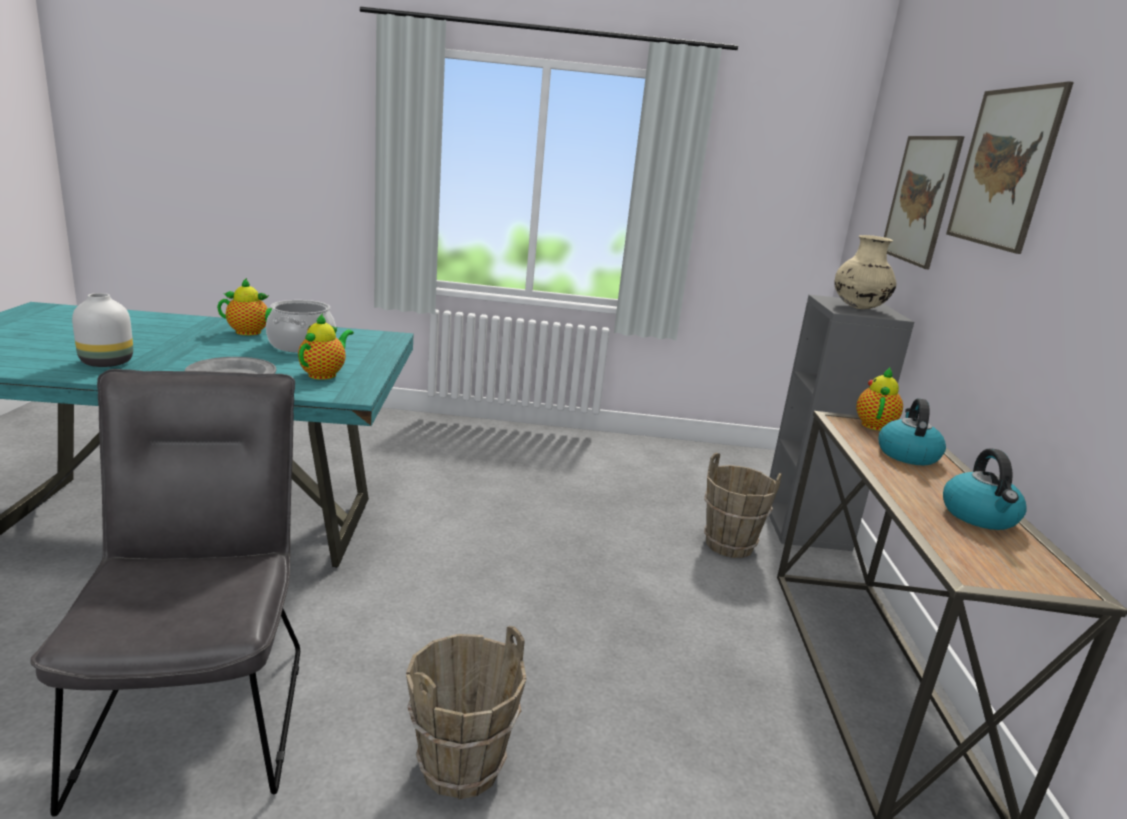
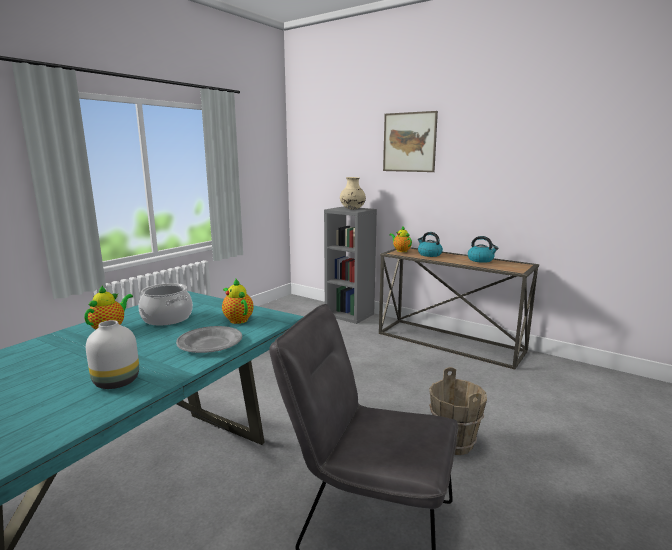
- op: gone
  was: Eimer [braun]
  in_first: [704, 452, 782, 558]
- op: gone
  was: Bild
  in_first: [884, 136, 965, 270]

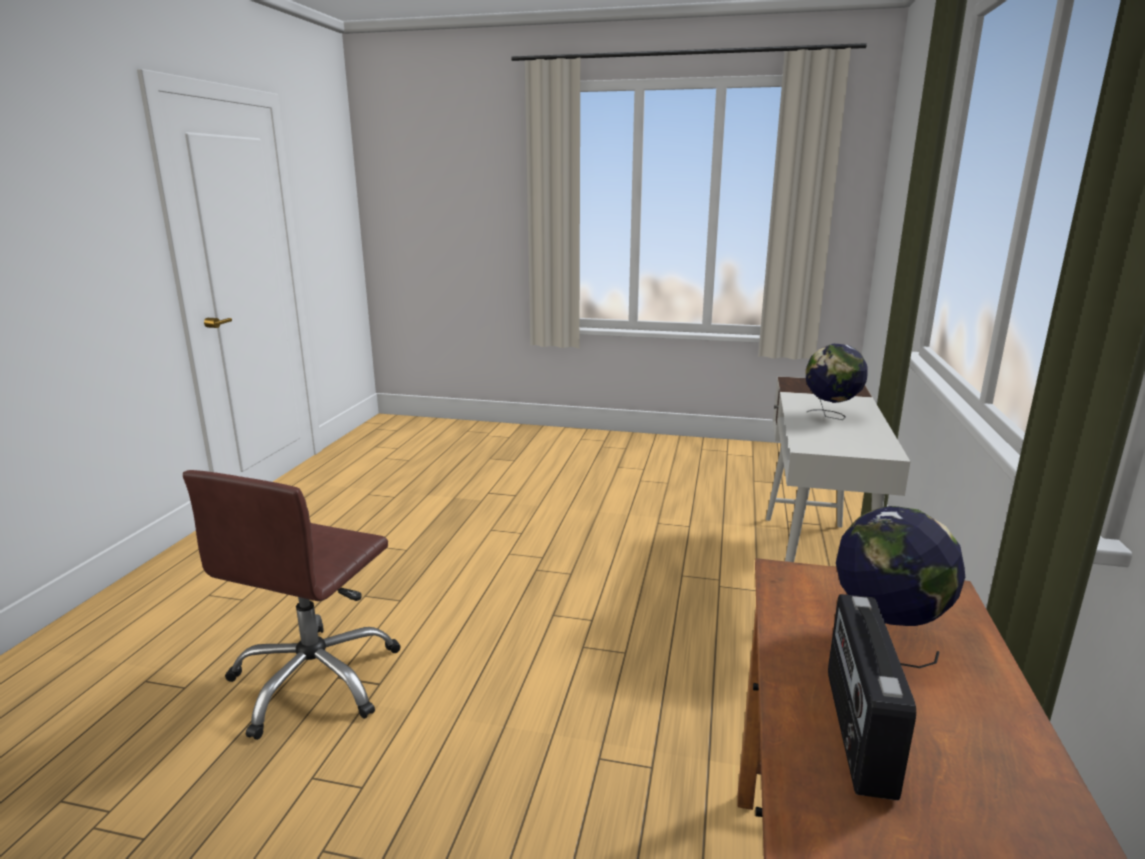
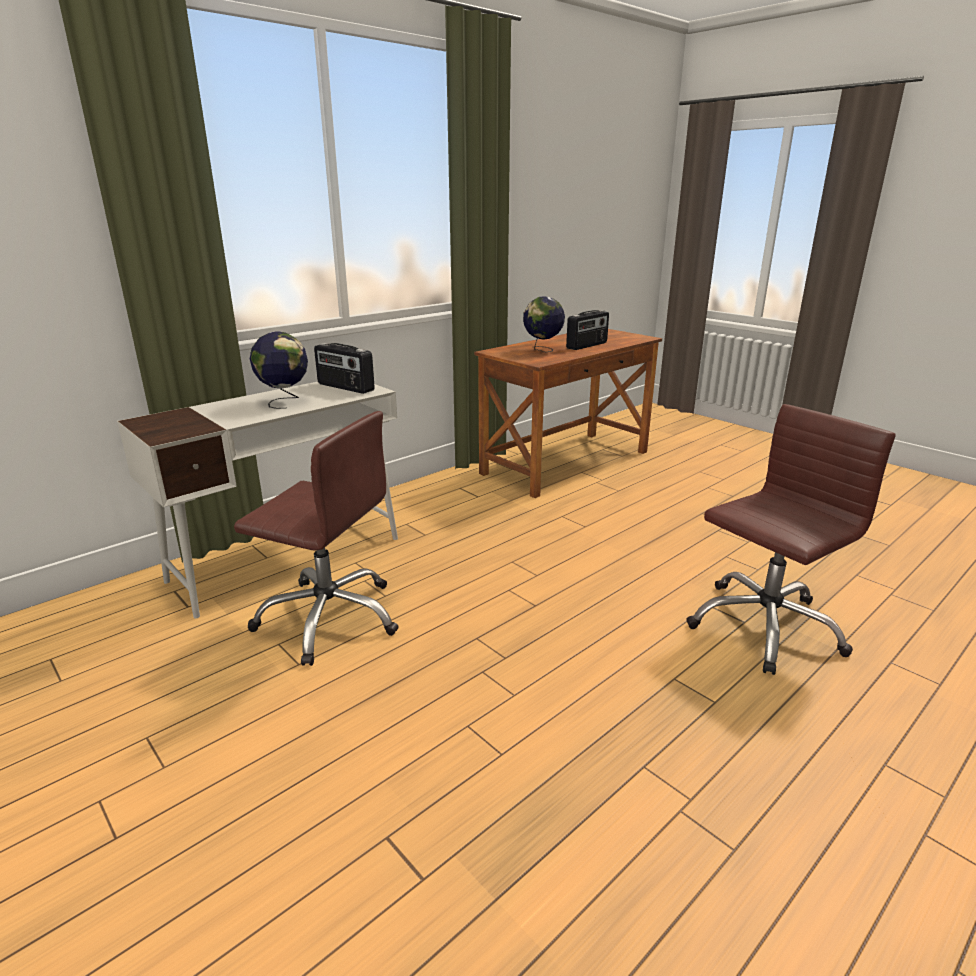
- op: new
  now: Bürostuhl [braun]
  in_second: [234, 411, 399, 666]
- op: new
  now: Radio
  in_second: [314, 343, 375, 394]

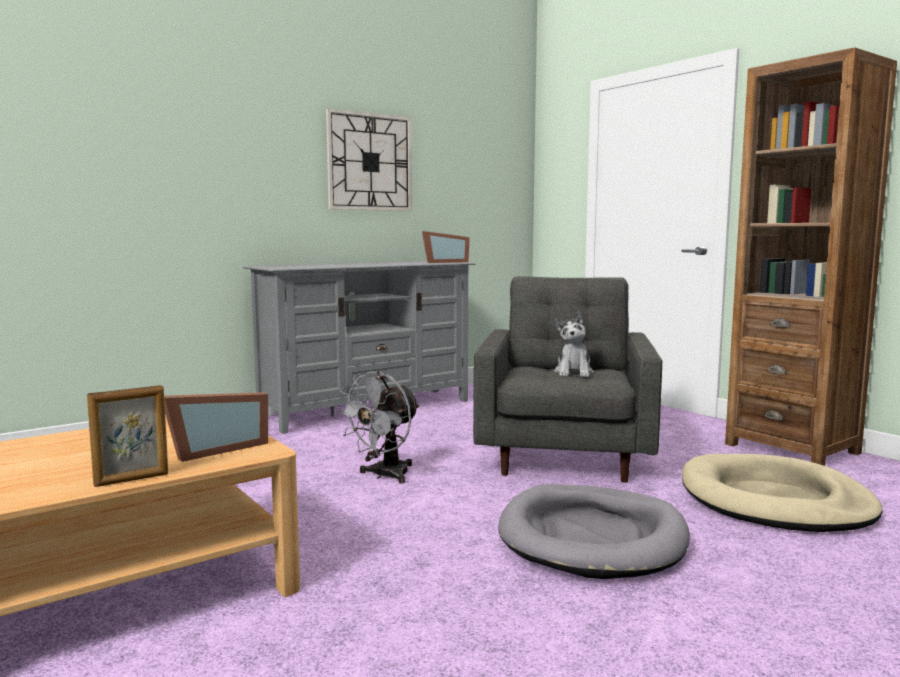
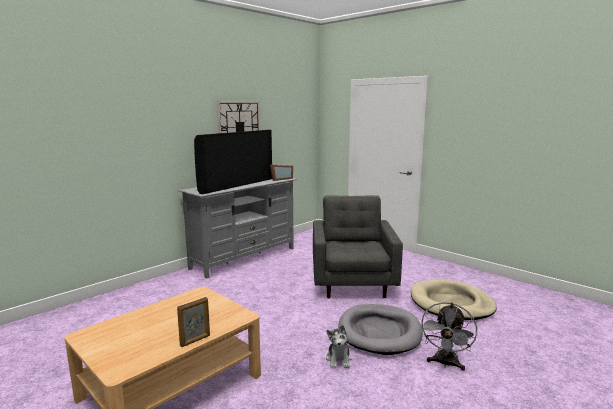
- op: gone
  was: Bilderrahmen
  in_first: [164, 392, 268, 462]
- op: gone
  was: Bücherregal [braun]
  in_first: [725, 47, 897, 466]
- op: new
  now: Fernseher
  in_second: [194, 130, 272, 194]
- op: shifted
  was: Ventilator [grau]
  in_first: [336, 371, 420, 483]
  in_second: [420, 302, 477, 371]
- op: shifted
  was: Plüschtier
  in_first: [554, 312, 594, 377]
  in_second: [326, 325, 352, 368]

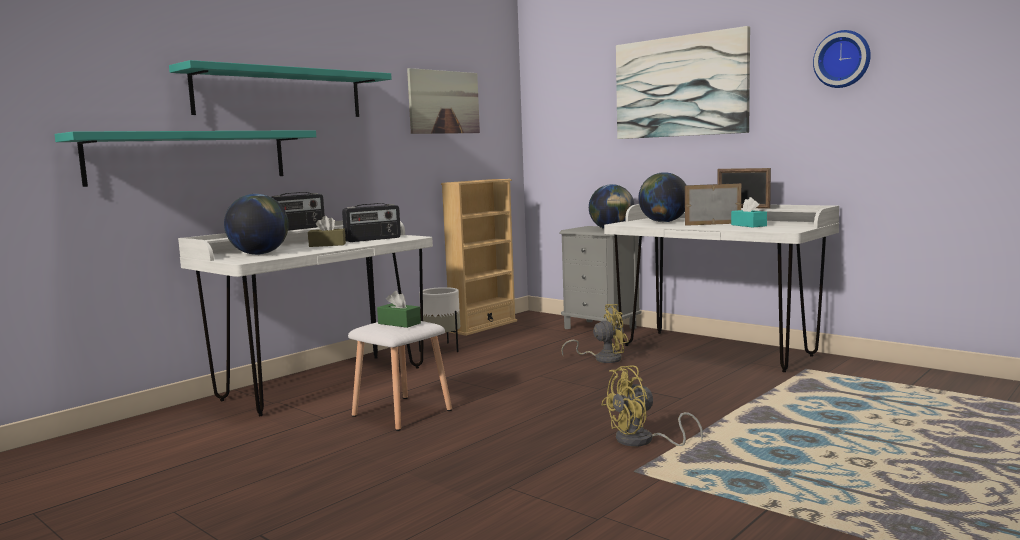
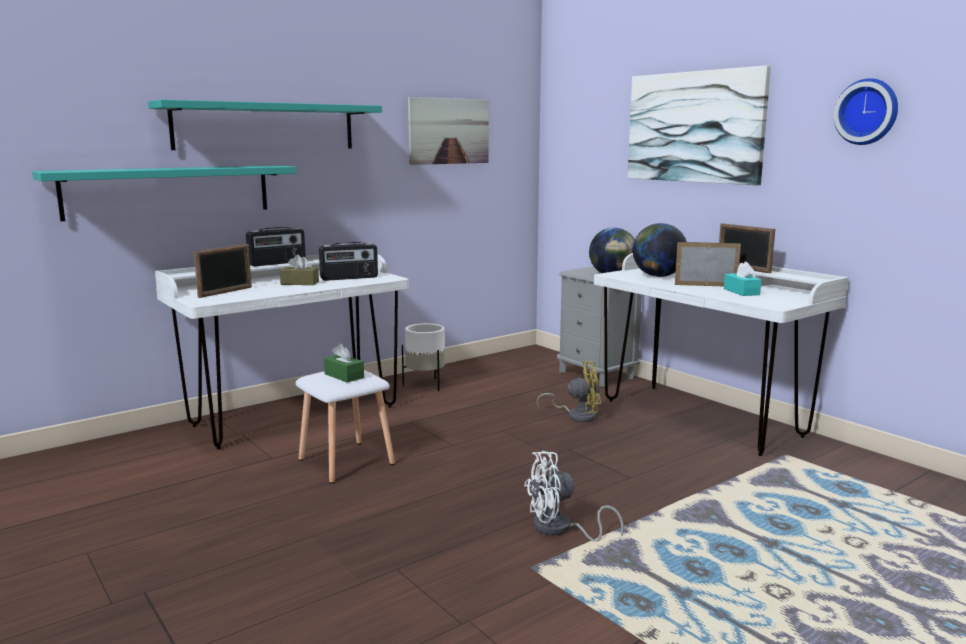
- op: gone
  was: Bücherregal [beige]
  in_first: [441, 179, 517, 336]
- op: swapped
  was: Globus
  now: Bilderrahmen
  in_first: [224, 194, 289, 255]
  in_second: [194, 244, 252, 298]
- op: repainted
  was: Ventilator [gelb]
  now: Ventilator [weiß]
  in_first: [601, 365, 703, 447]
  in_second: [524, 451, 624, 542]

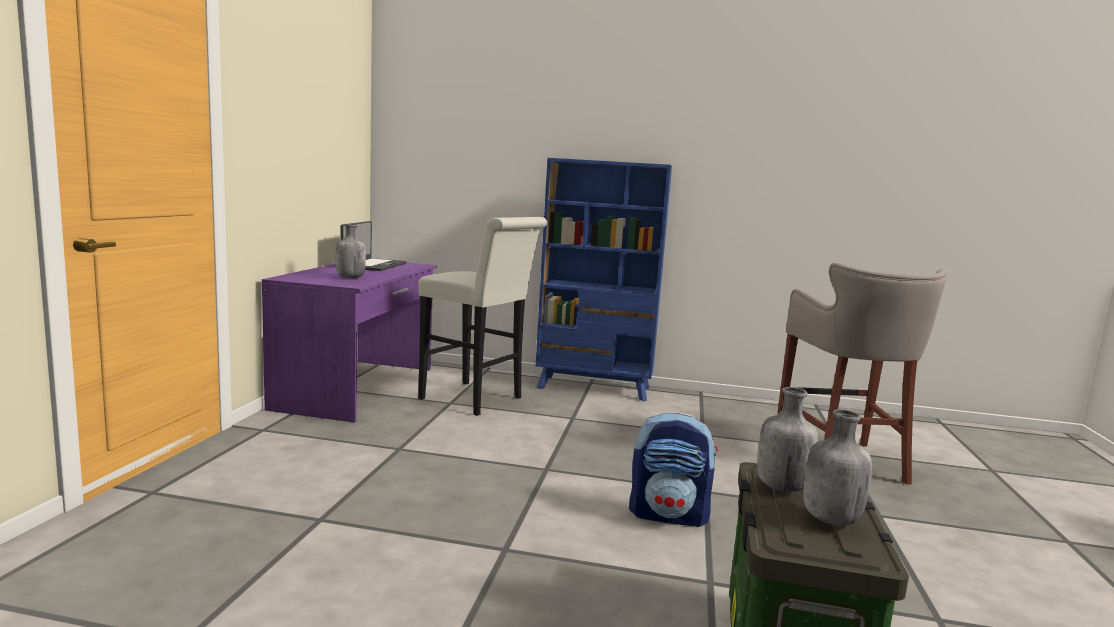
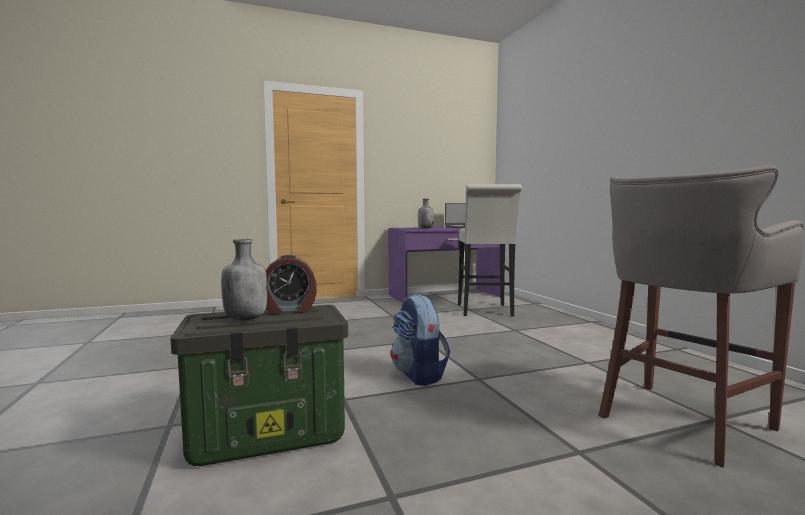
- op: gone
  was: Bücherregal [blau]
  in_first: [536, 158, 672, 401]
- op: swapped
  was: Flasche [grau]
  now: Wecker
  in_first: [757, 387, 818, 492]
  in_second: [266, 255, 317, 313]

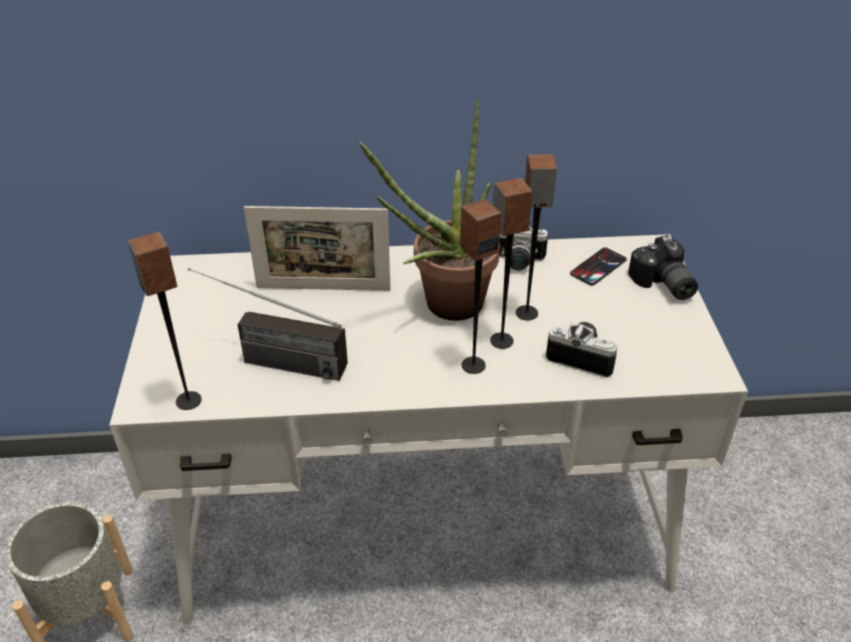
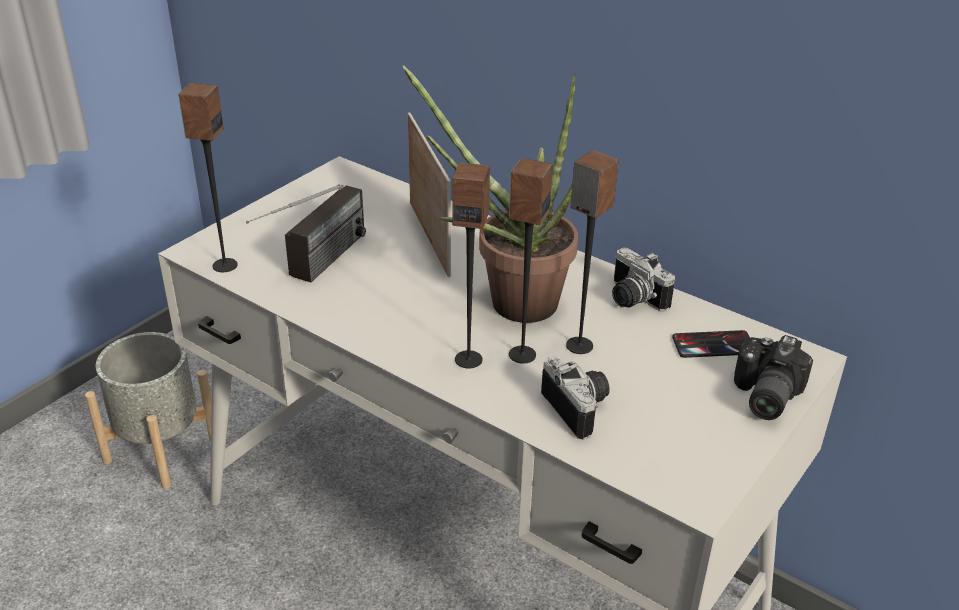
- op: rotated
  was: Radio
  in_first: [188, 268, 348, 381]
  in_second: [246, 184, 366, 282]
  clockwise: -120
- op: rotated
  was: Bilderrahmen
  in_first: [244, 206, 391, 291]
  in_second: [408, 113, 451, 277]
  clockwise: -150

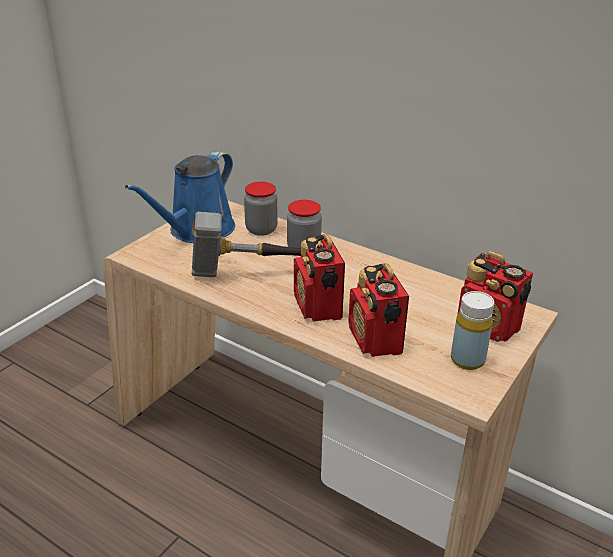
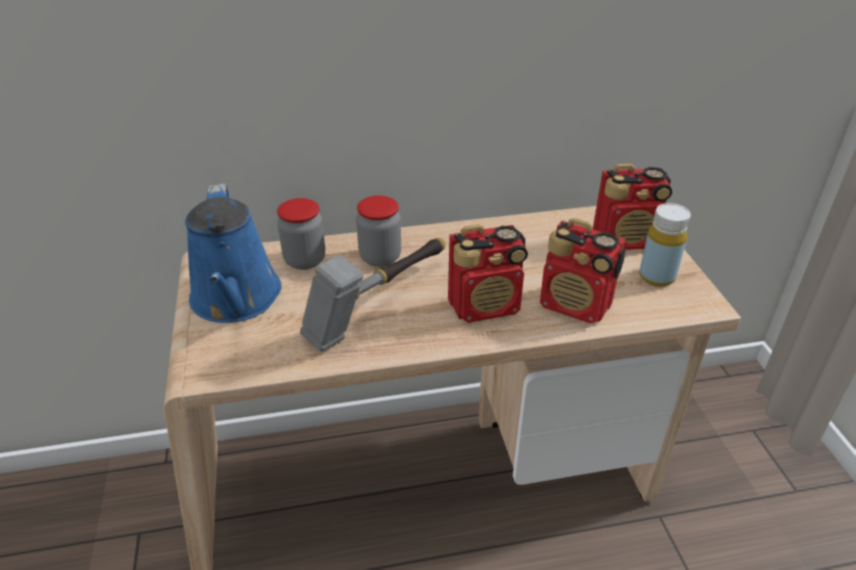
- op: rotated
  was: Radio
  in_first: [294, 234, 345, 321]
  in_second: [448, 224, 528, 323]
  clockwise: -45

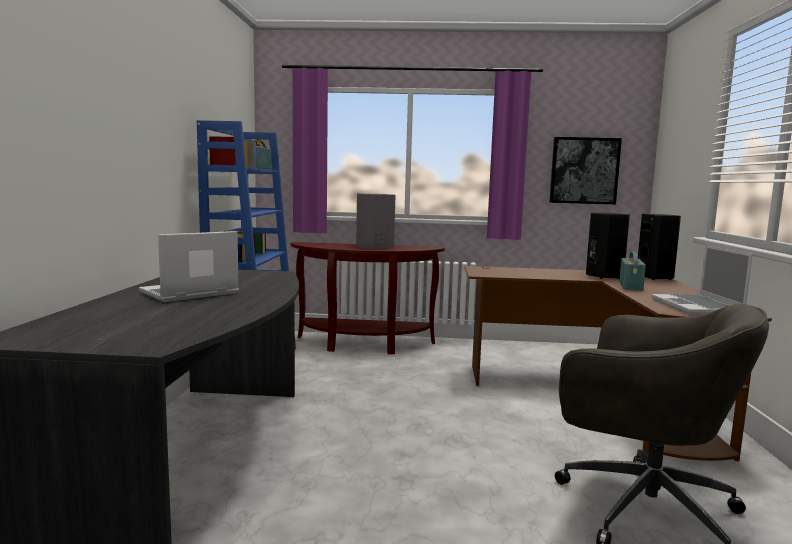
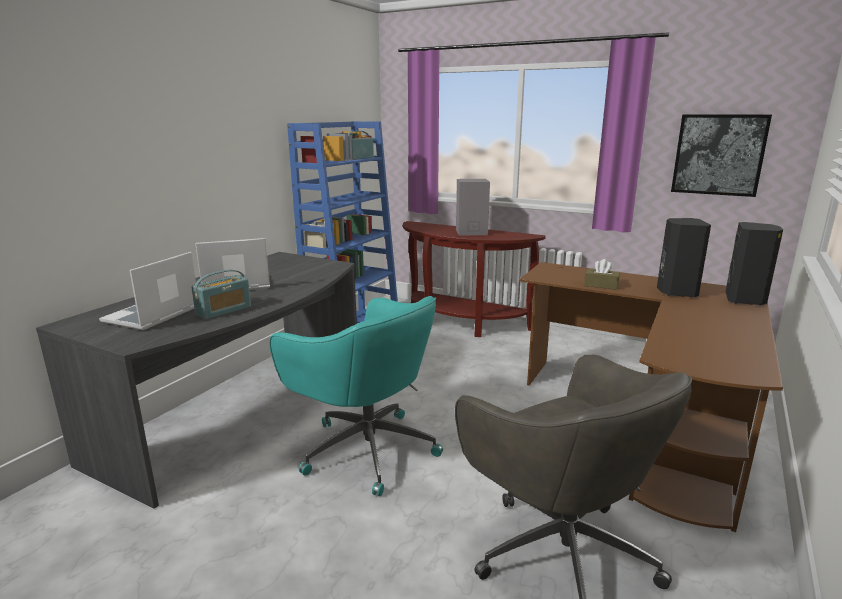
- op: new
  now: Bürostuhl [türkis]
  in_second: [269, 296, 443, 496]
- op: new
  now: Taschentuchbox [braun]
  in_second: [584, 259, 620, 290]
- op: shifted
  was: Radio
  in_first: [619, 251, 646, 291]
  in_second: [191, 270, 251, 319]
- op: shifted
  was: Laptop
  in_first: [651, 245, 753, 315]
  in_second: [99, 252, 196, 330]

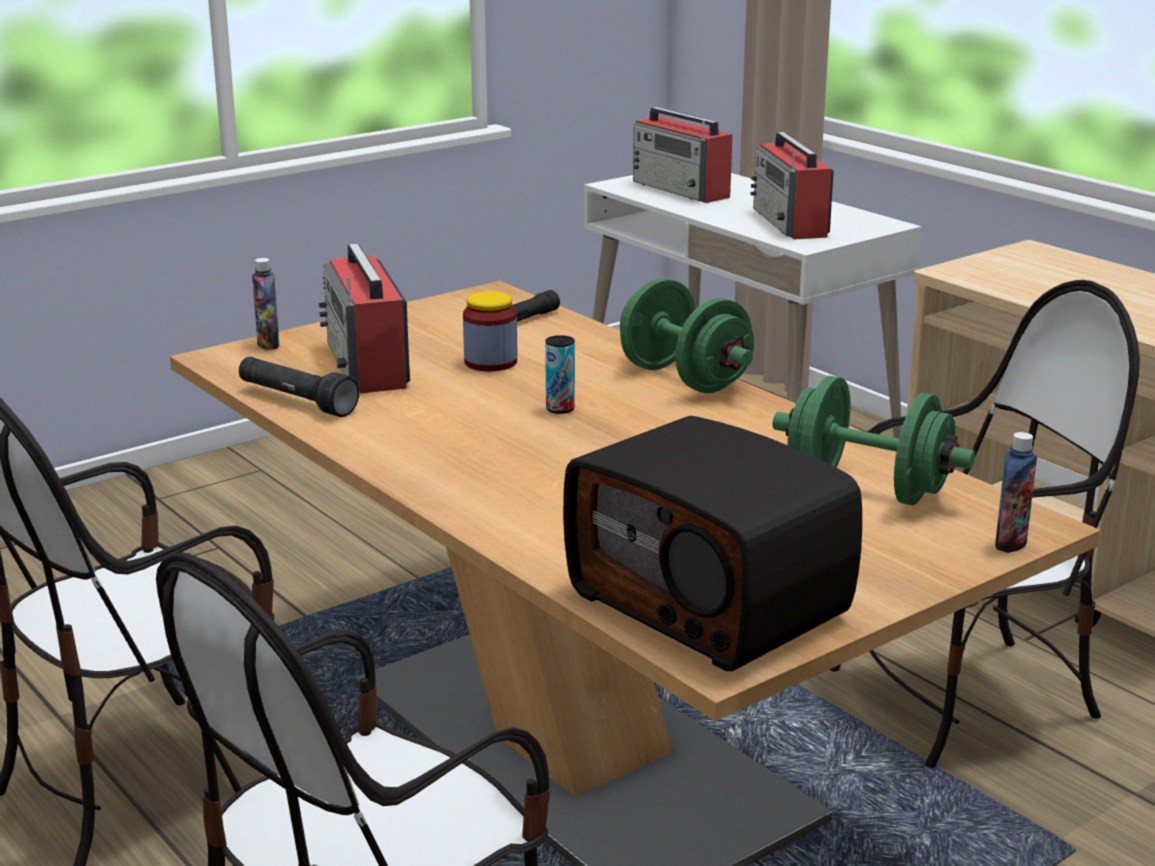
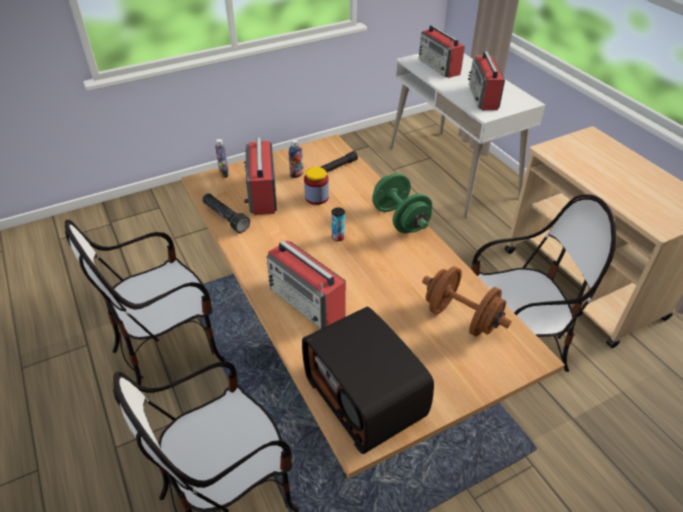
- op: new
  now: Radio
  in_second: [267, 240, 346, 329]
- op: shifted
  was: Flasche
  in_first: [995, 432, 1037, 553]
  in_second: [289, 139, 303, 178]
- op: repainted
  was: Hantel [grün]
  now: Hantel [braun]
  in_first: [773, 376, 975, 506]
  in_second: [422, 266, 511, 337]

